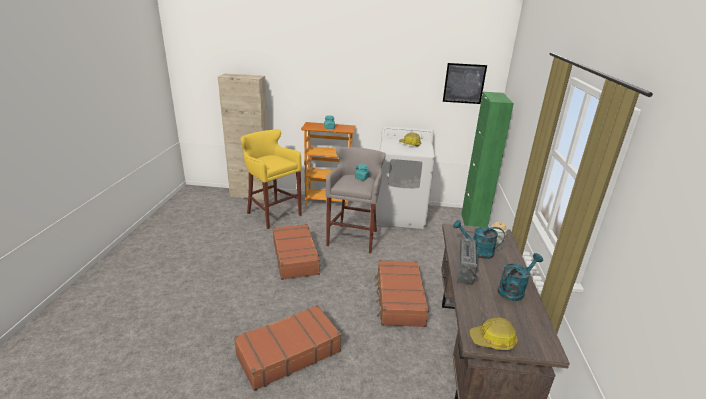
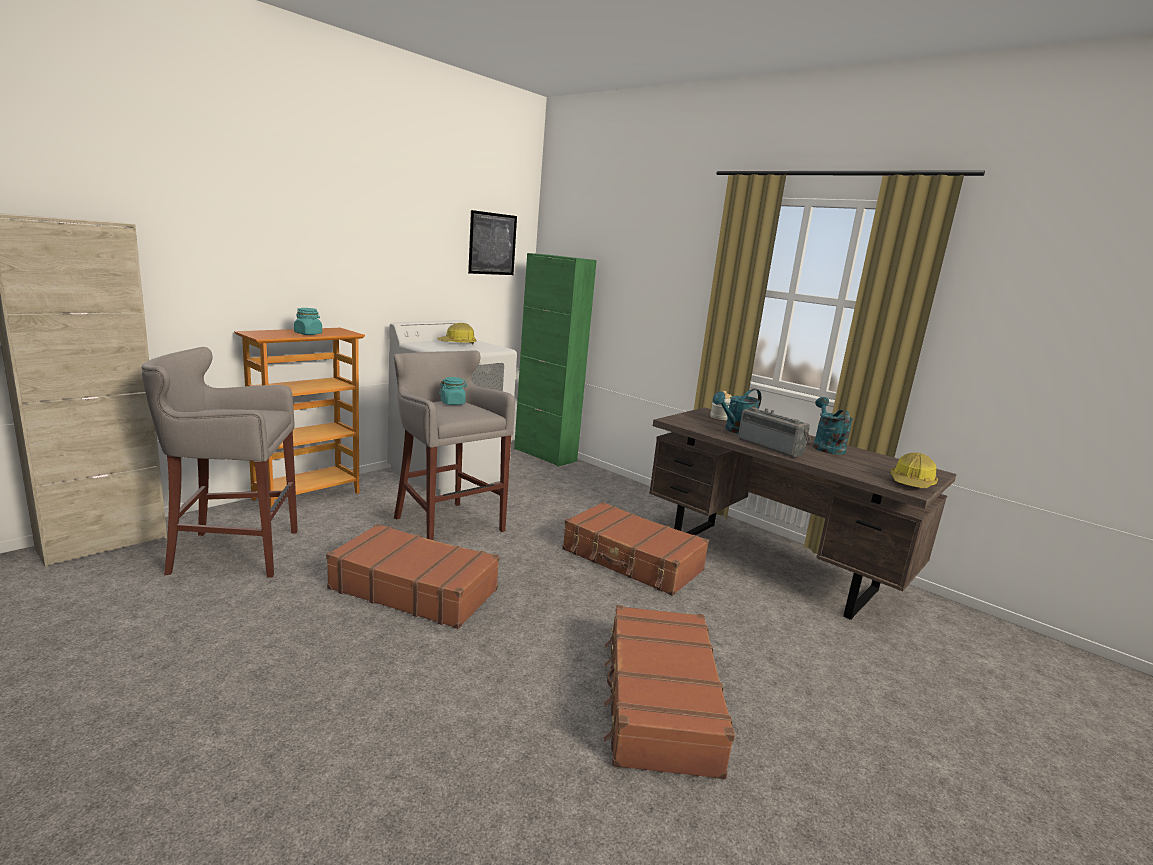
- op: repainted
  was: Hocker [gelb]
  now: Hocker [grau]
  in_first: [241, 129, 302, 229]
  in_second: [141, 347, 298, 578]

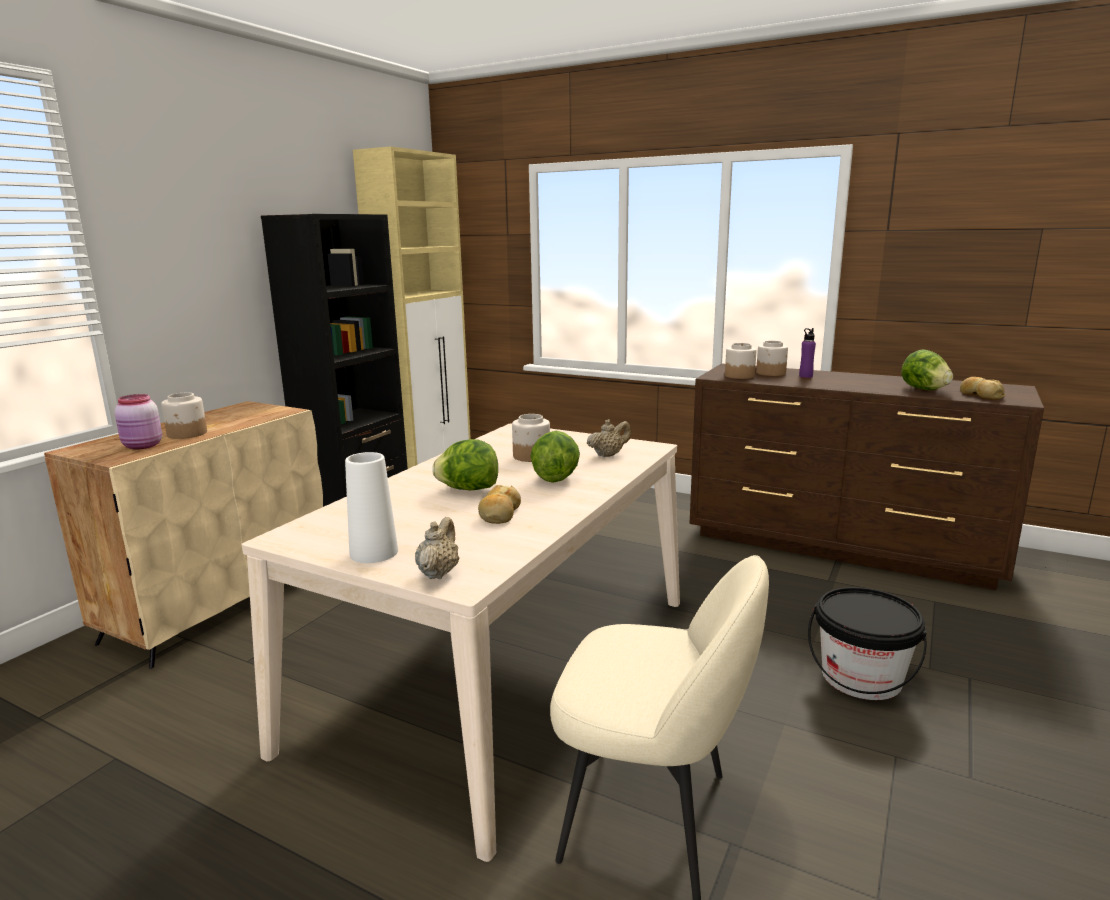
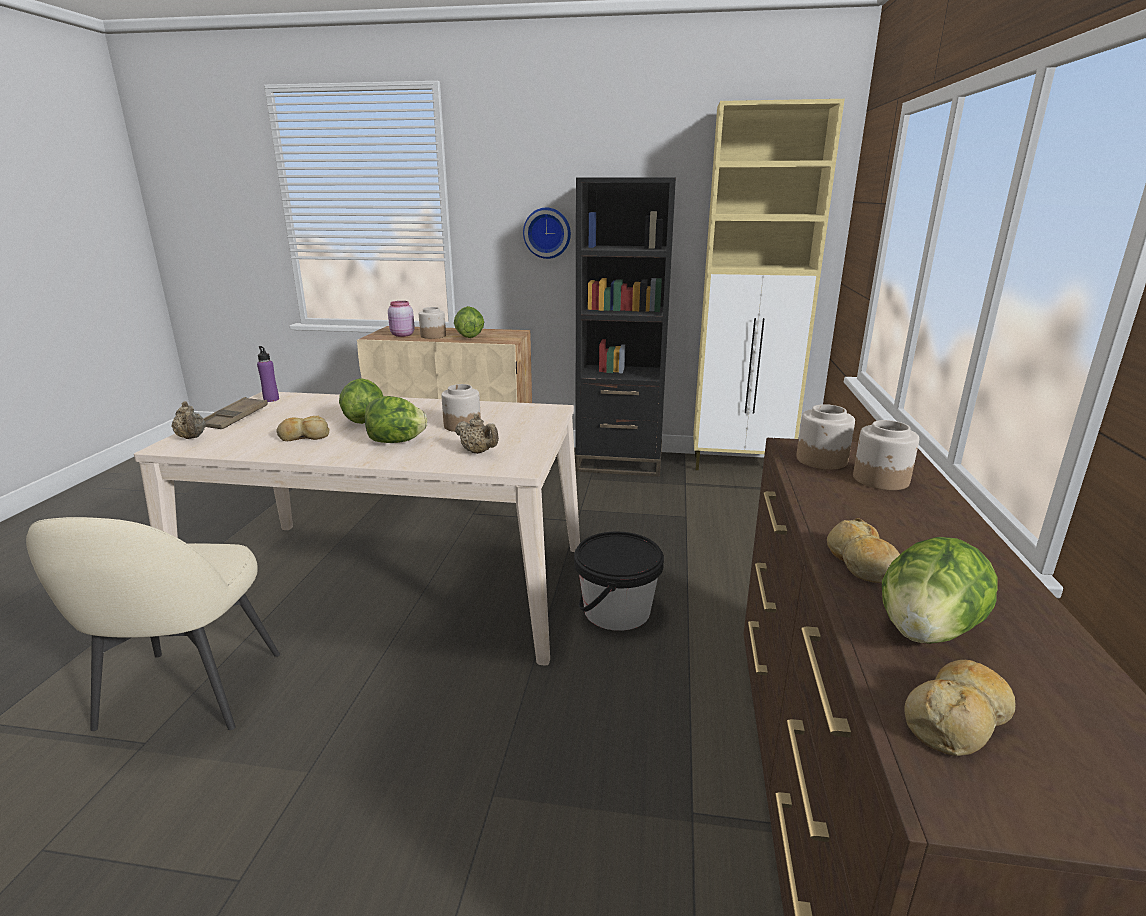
- op: new
  now: Salatkopf
  in_second: [454, 306, 484, 338]
- op: new
  now: Wanduhr
  in_second: [523, 208, 571, 259]
- op: new
  now: Brot
  in_second: [827, 518, 900, 583]
- op: shifted
  was: Flasche [lila]
  in_first: [799, 328, 816, 378]
  in_second: [257, 346, 279, 402]
- op: shifted
  was: Eimer [schwarz]
  in_first: [808, 587, 927, 700]
  in_second: [574, 532, 664, 631]
- op: swapped
  was: Vase [weiß]
  now: Tablett [braun]
  in_first: [345, 452, 398, 563]
  in_second: [203, 397, 268, 429]
- op: rotated
  was: Teekanne [beige]
  in_first: [415, 517, 459, 579]
  in_second: [171, 401, 206, 439]
  clockwise: 60

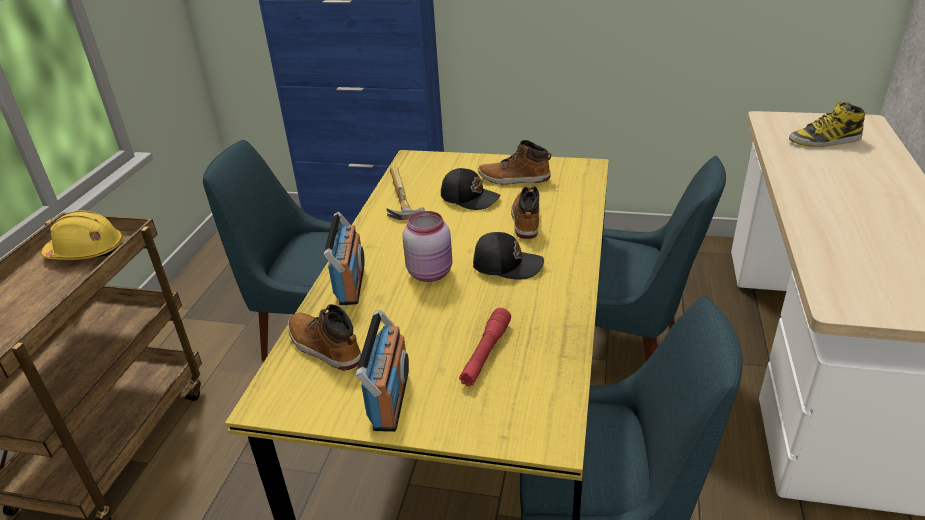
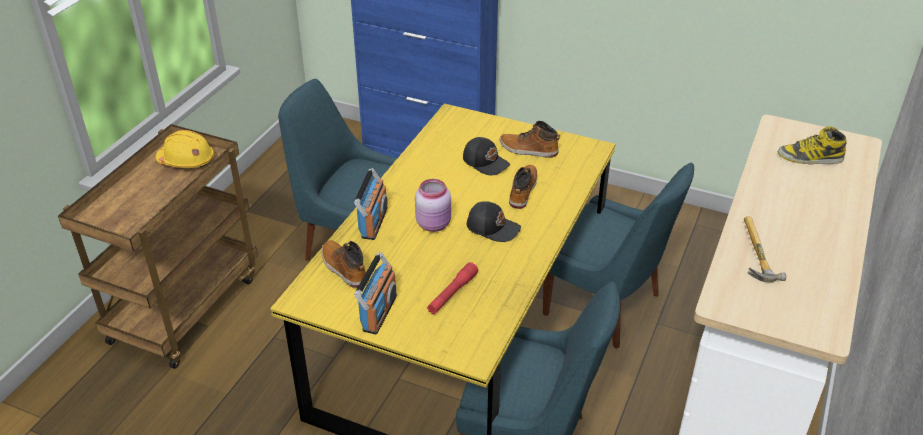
- op: shifted
  was: Hammer
  in_first: [386, 167, 425, 220]
  in_second: [744, 216, 786, 282]

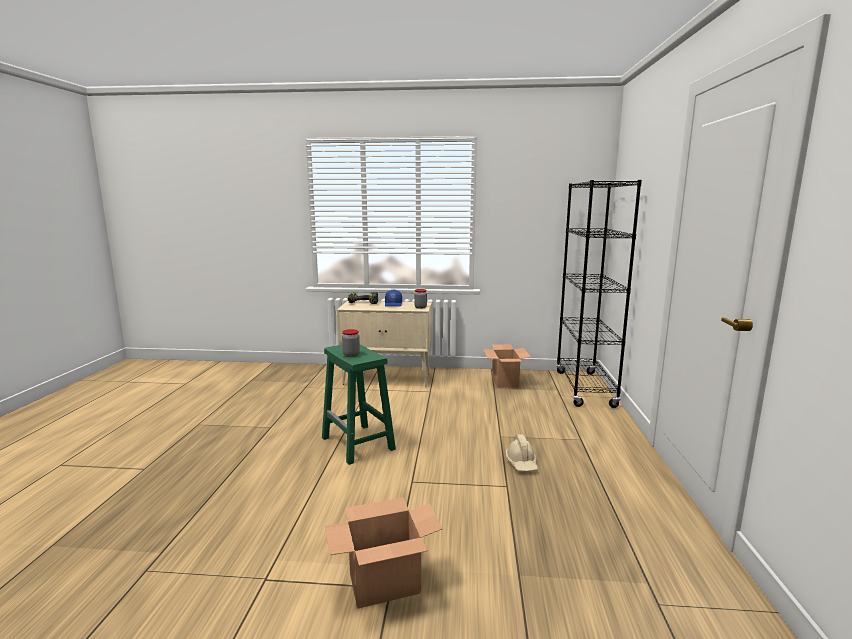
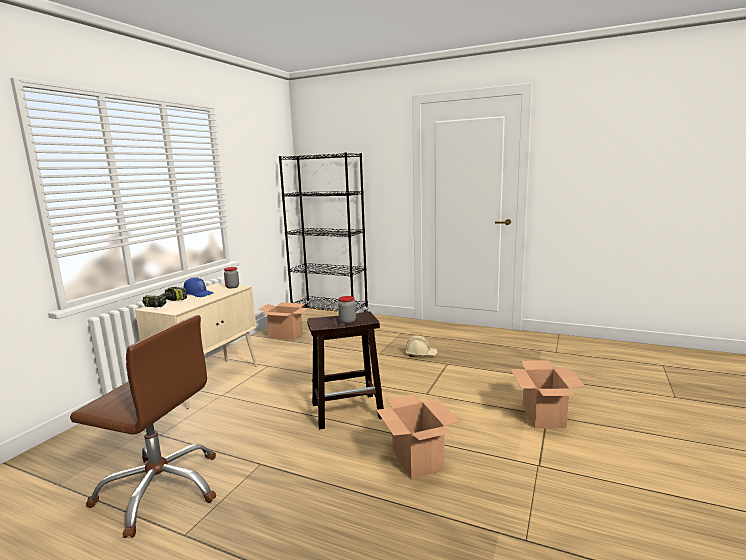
- op: new
  now: Bürostuhl [braun]
  in_second: [70, 315, 216, 538]
- op: new
  now: Karton
  in_second: [376, 394, 460, 479]
- op: repainted
  was: Hocker [grün]
  now: Hocker [braun]
  in_first: [322, 344, 396, 465]
  in_second: [307, 312, 384, 430]

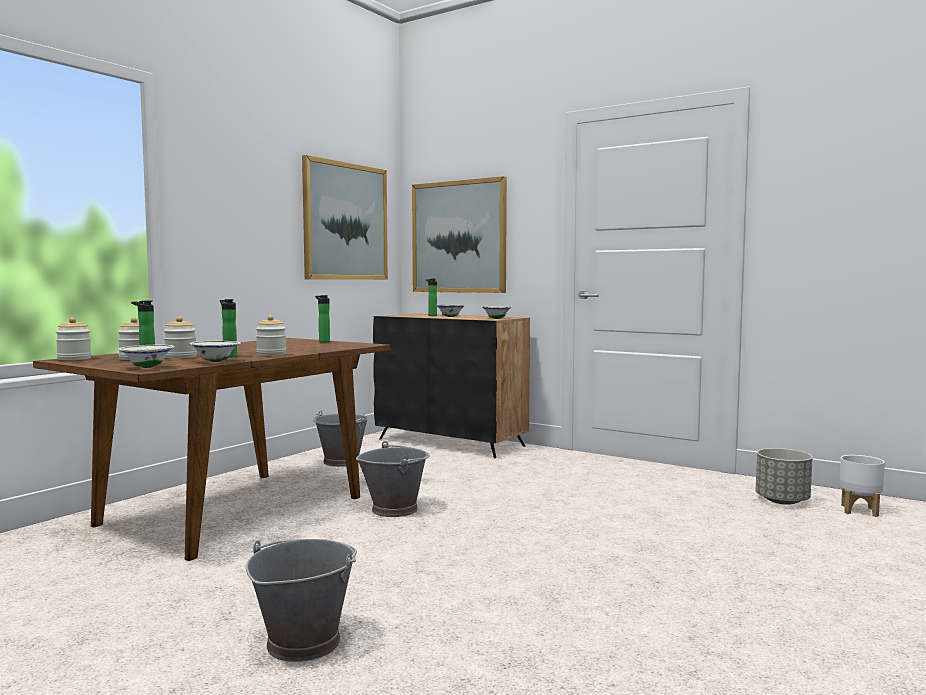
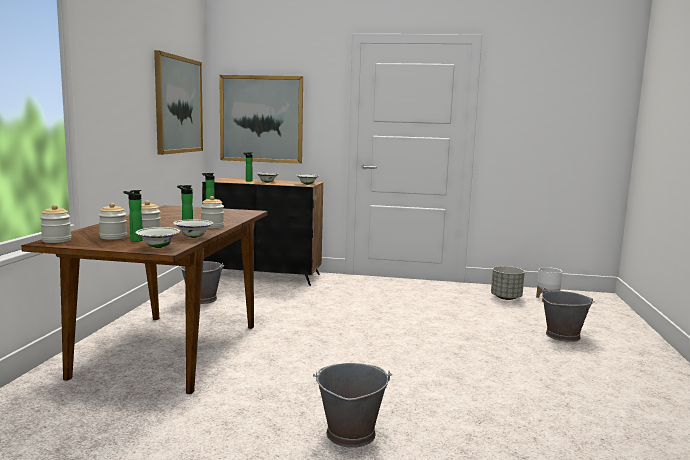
- op: shifted
  was: Eimer [grau]
  in_first: [356, 441, 429, 517]
  in_second: [542, 288, 595, 342]

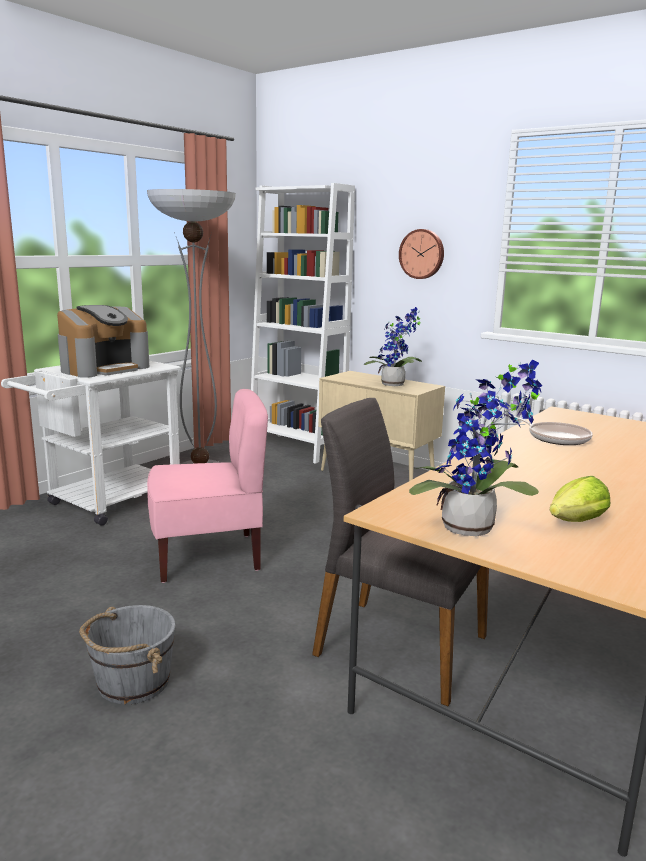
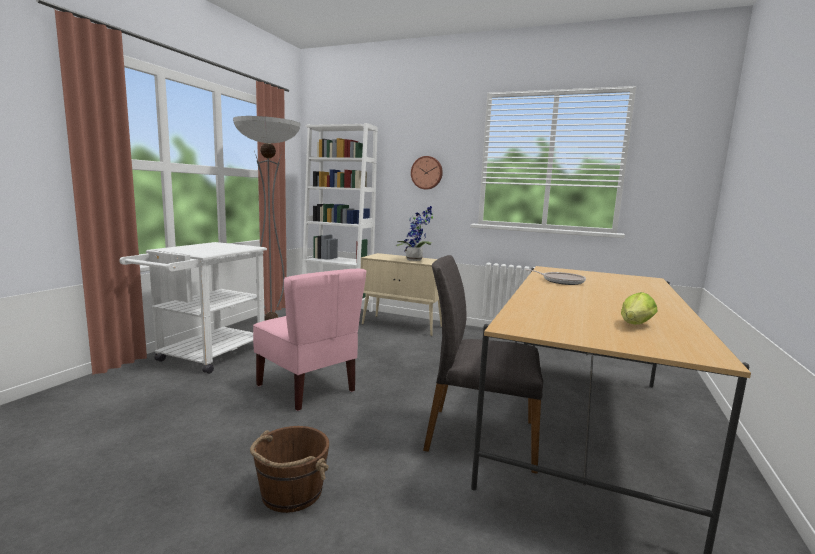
- op: gone
  was: Kaffeemaschine
  in_first: [57, 305, 149, 378]
- op: gone
  was: Topfpflanze
  in_first: [409, 359, 543, 536]
- op: repainted
  was: Eimer [grau]
  now: Eimer [braun]
  in_first: [79, 605, 176, 704]
  in_second: [250, 426, 329, 513]
- op: rotated
  was: Stuhl [rosa]
  in_first: [147, 389, 268, 583]
  in_second: [253, 269, 366, 411]
  clockwise: 75

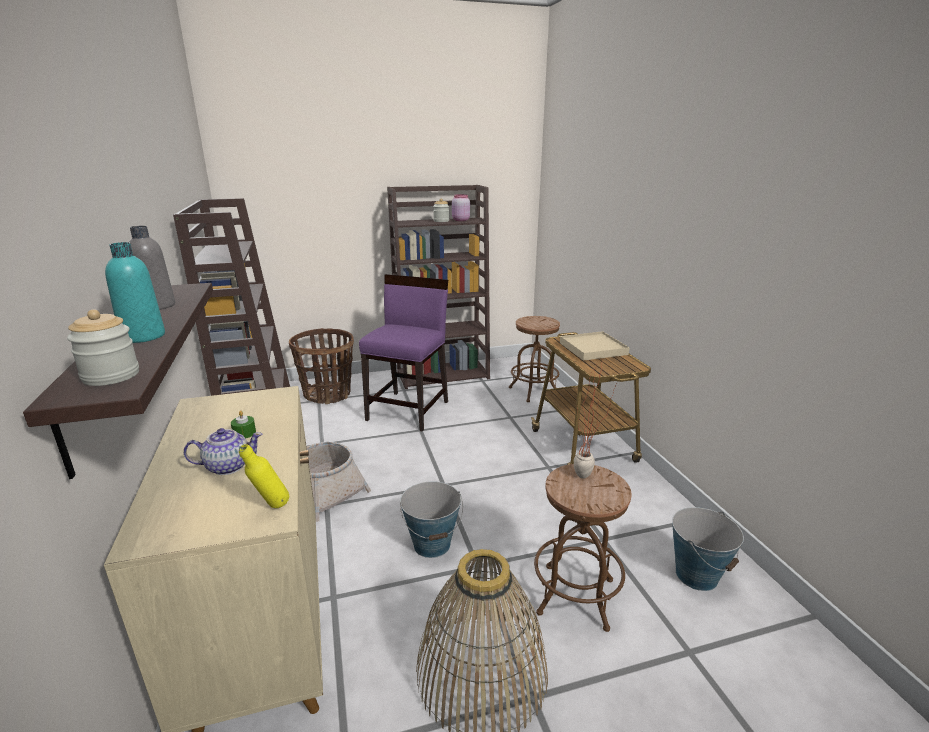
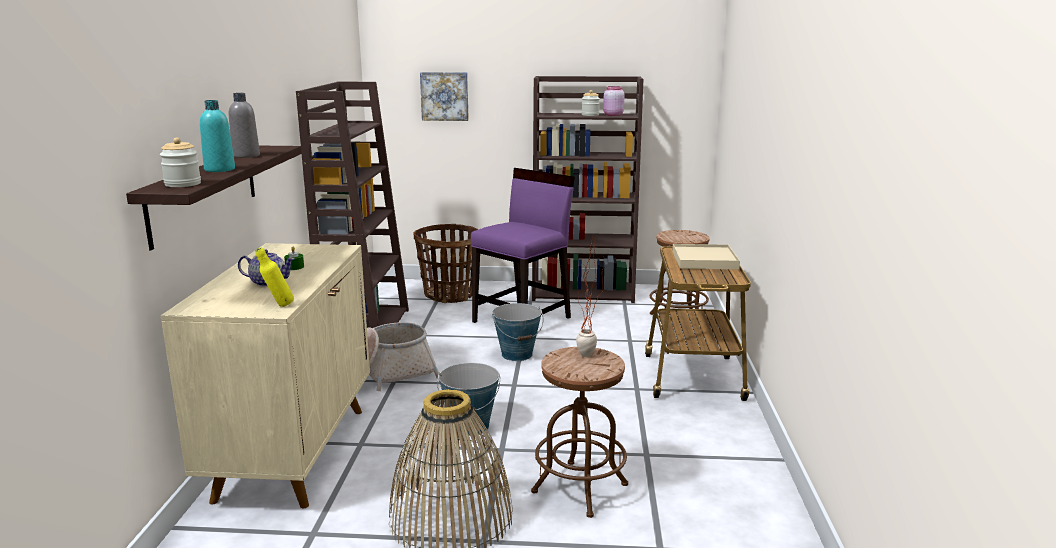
- op: new
  now: Bild
  in_second: [420, 72, 469, 121]
- op: shifted
  was: Eimer
  in_first: [672, 507, 744, 591]
  in_second: [492, 303, 543, 361]

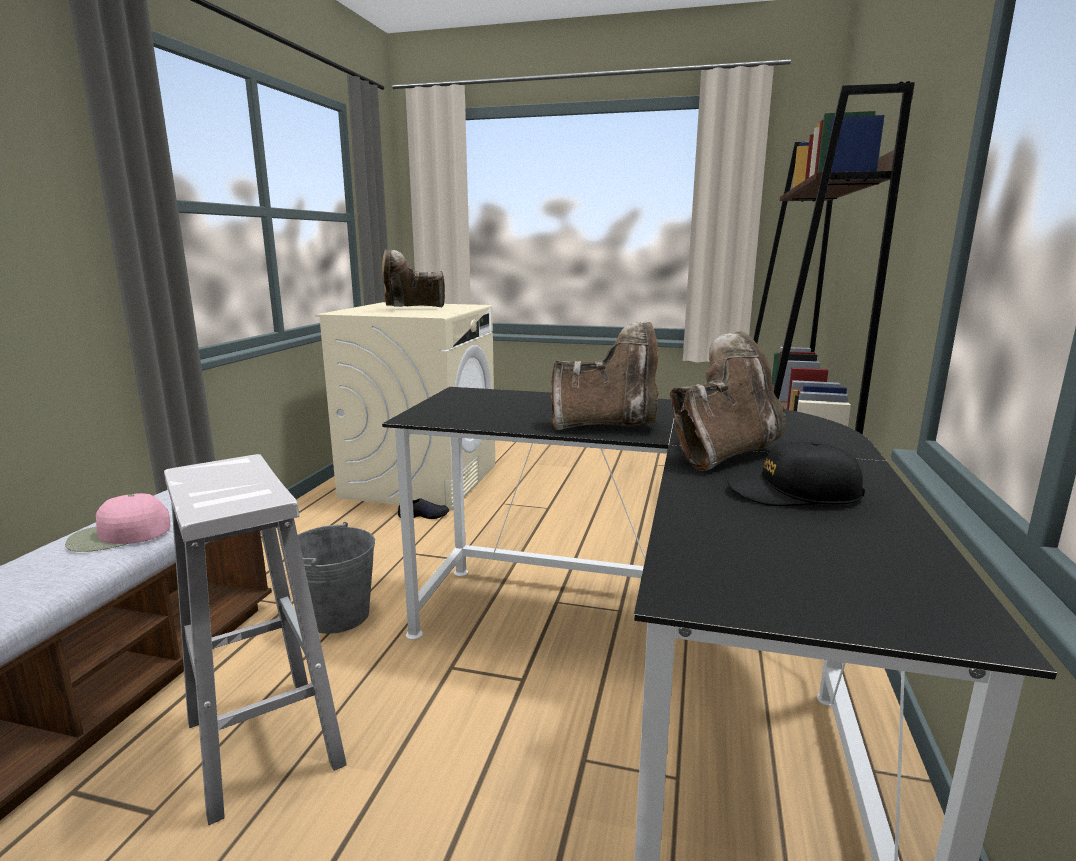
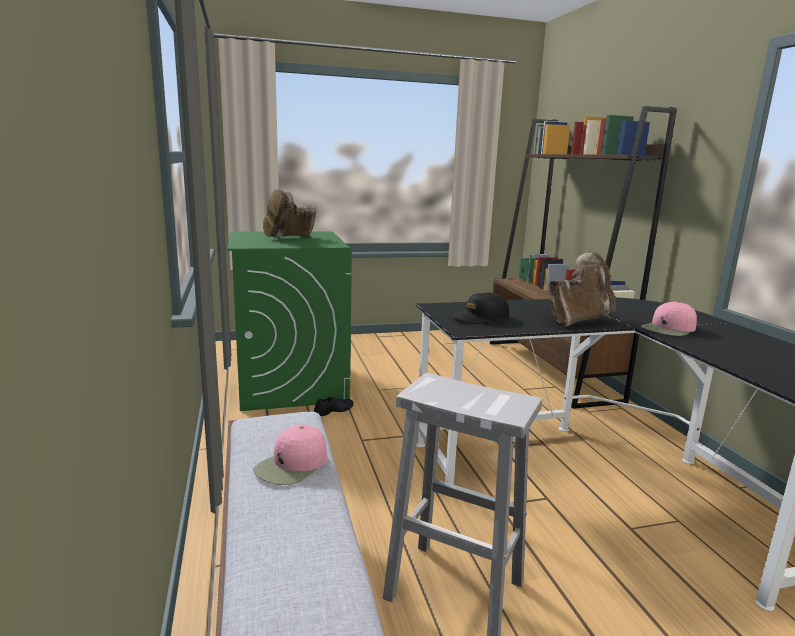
- op: gone
  was: Eimer [grau]
  in_first: [298, 522, 375, 634]
- op: shifted
  was: Kappe [schwarz]
  in_first: [727, 442, 865, 506]
  in_second: [452, 292, 509, 324]
- op: swapped
  was: Stiefel [braun]
  now: Kappe [rosa]
  in_first: [670, 331, 786, 471]
  in_second: [641, 301, 697, 336]
- op: repainted
  was: Waschmaschine [beige]
  now: Waschmaschine [grün]
  in_first: [315, 302, 495, 511]
  in_second: [227, 232, 352, 411]

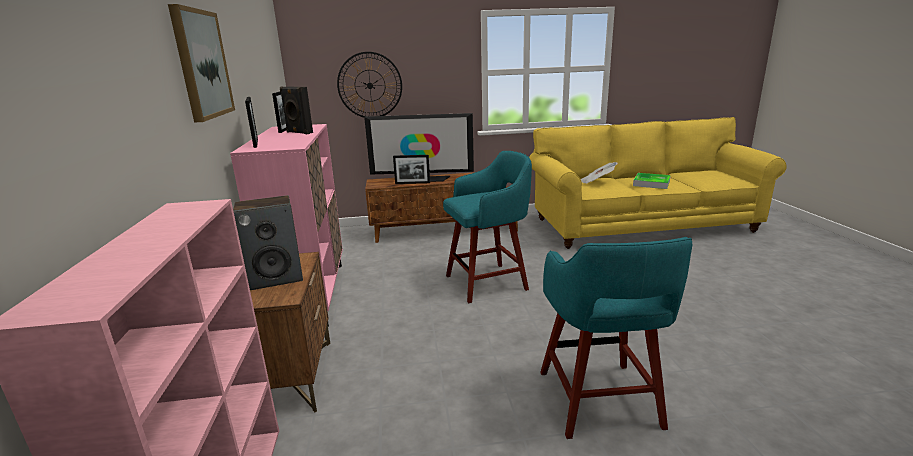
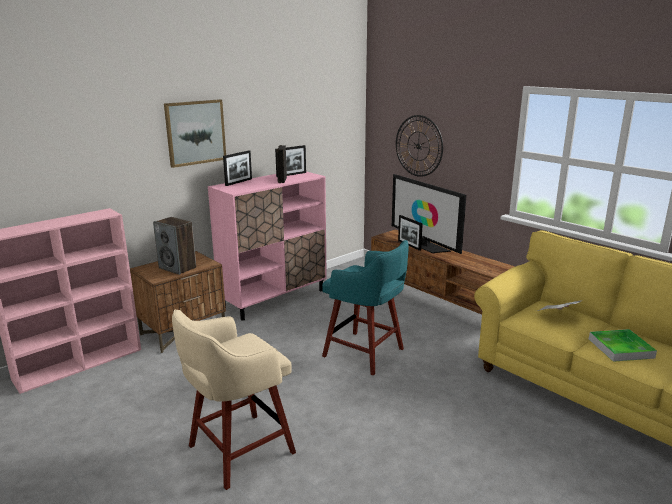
- op: repainted
  was: Hocker [türkis]
  now: Hocker [beige]
  in_first: [540, 237, 693, 439]
  in_second: [172, 310, 296, 490]

